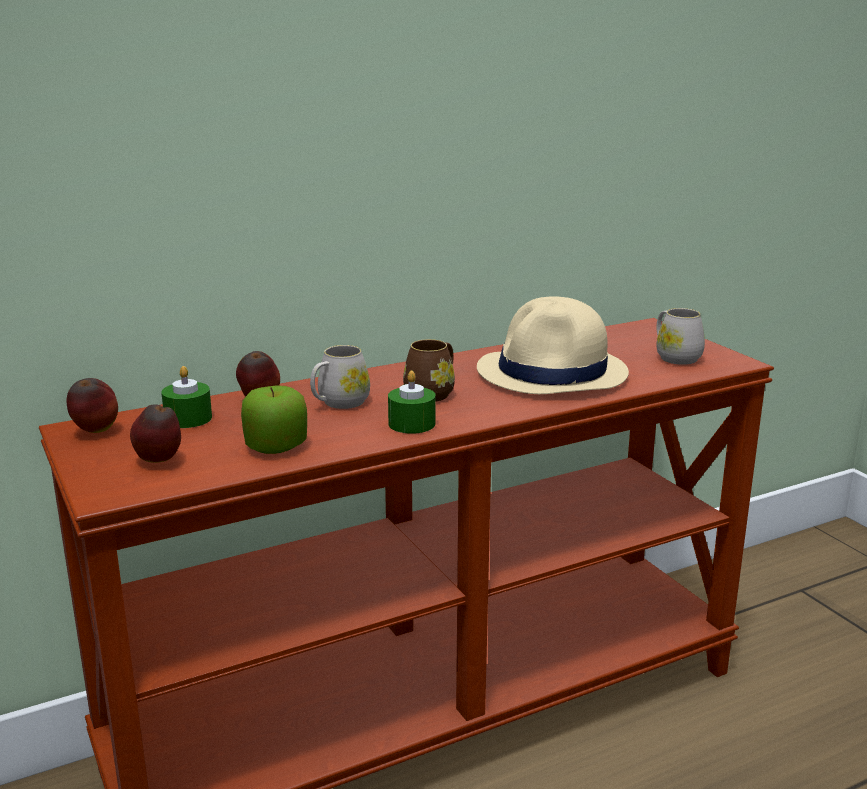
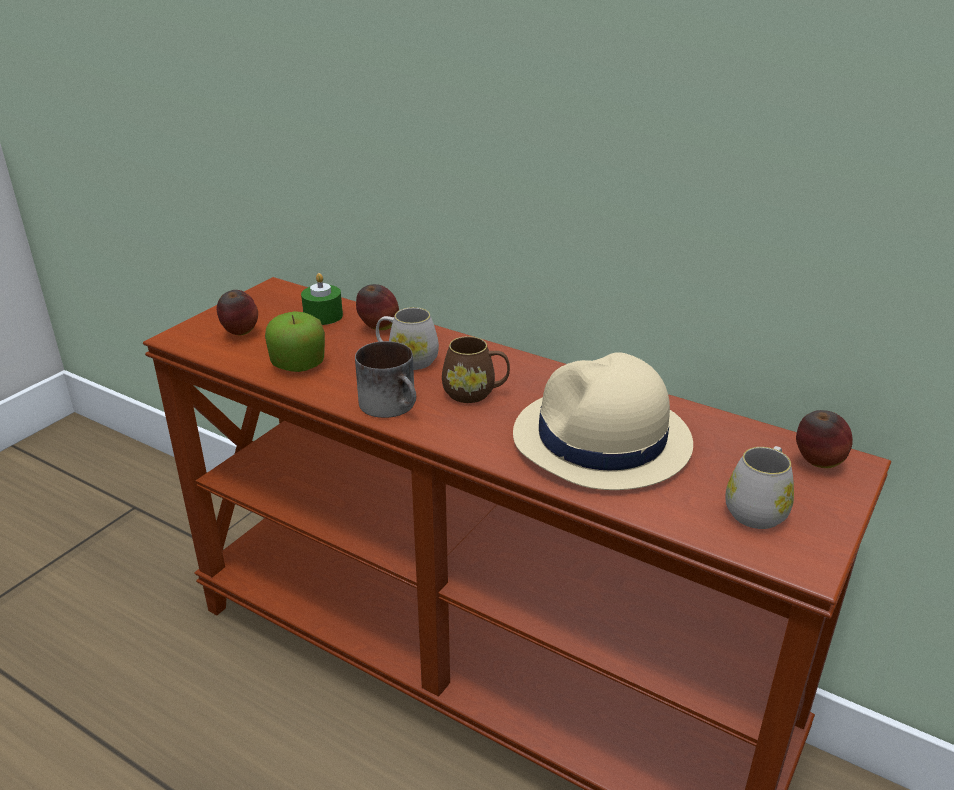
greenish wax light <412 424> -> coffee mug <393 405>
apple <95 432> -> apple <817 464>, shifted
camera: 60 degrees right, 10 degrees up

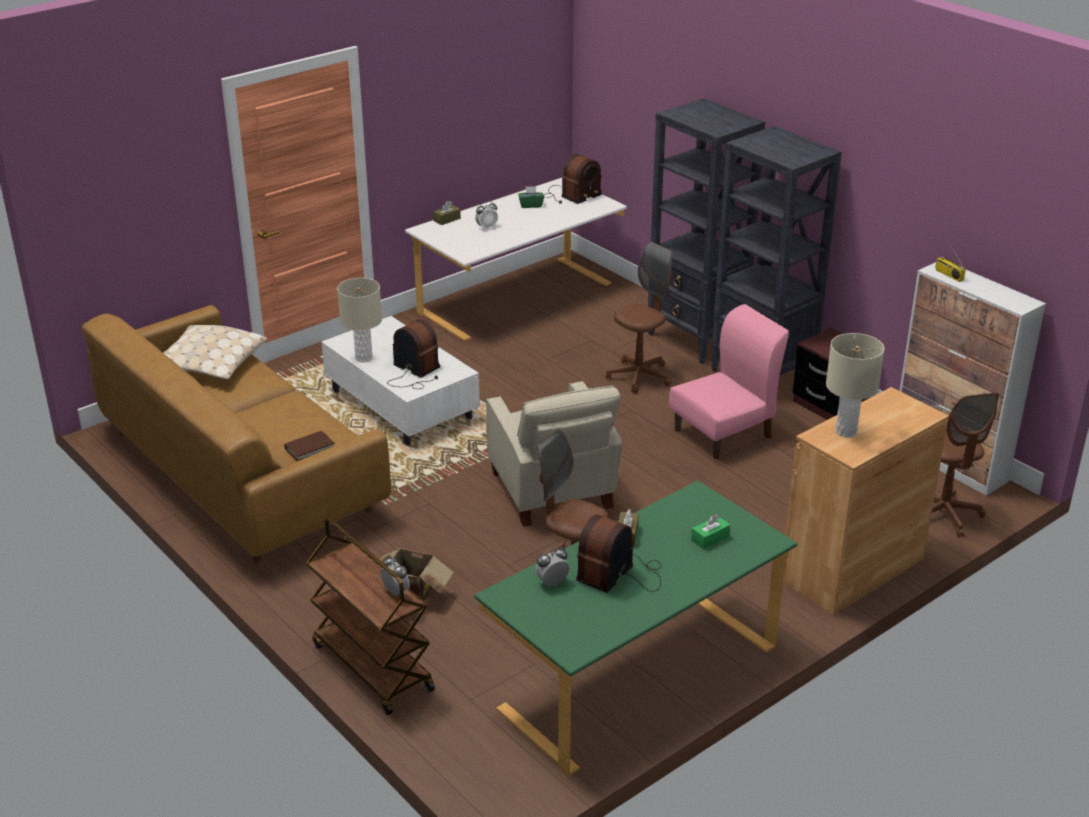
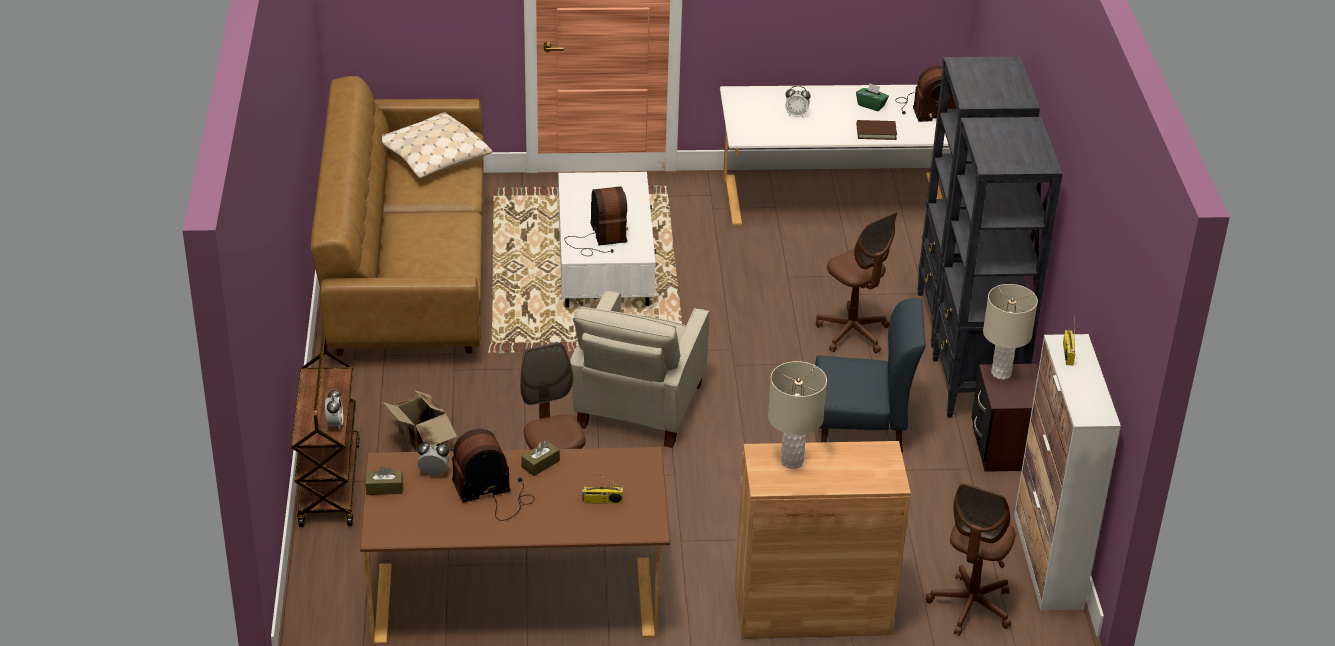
greenish desk unit <634 672> -> brown-coloured desk unit <516 595>
brown-coloured tissue holder <447 219> -> brown-coloured tissue holder <384 488>, shifted
greenish tissue holder <710 538> -> radio receiver <602 501>
pink-coloured plain chair <724 433> -> blue-coloured plain chair <861 427>
brown-coloured computer chair <639 376> -> brown-coloured computer chair <852 333>, 60 degrees clockwise
brown-coloured bound book <310 448> -> brown-coloured bound book <876 132>, shifted
beige-coloured lamp for a table <363 358> -> beige-coloured lamp for a table <1001 373>, shifted
camera: 35 degrees right, 5 degrees up

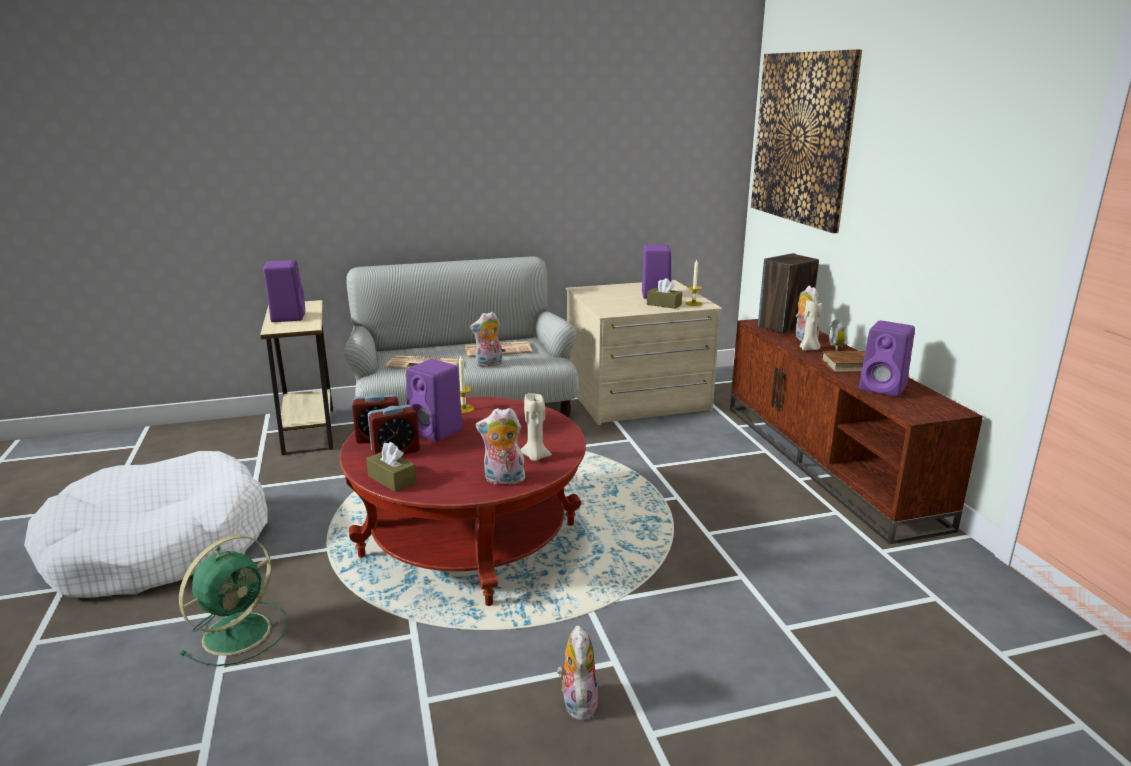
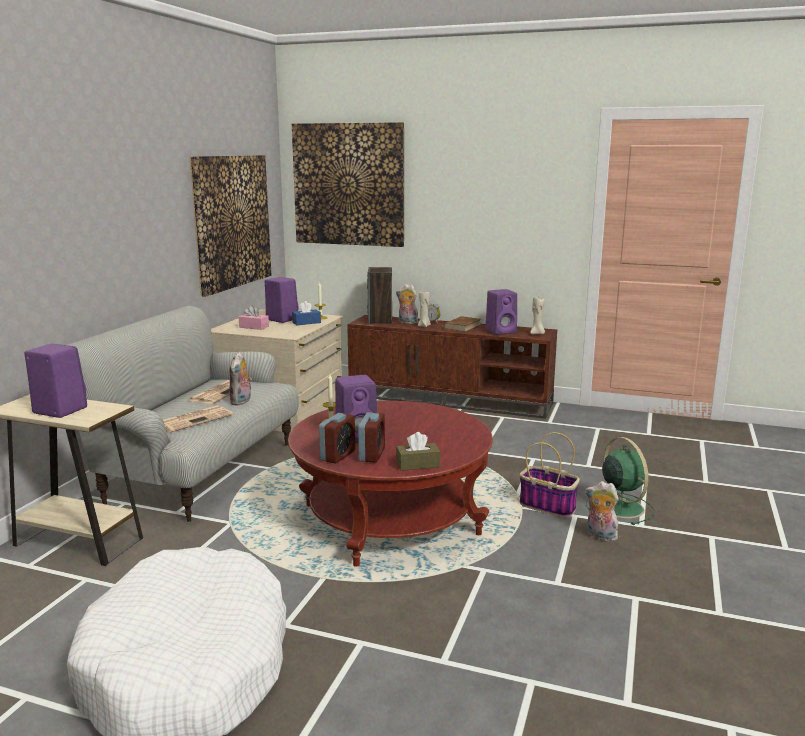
none -> picture <232 222>
none -> pink-coloured tissue holder <254 327>
brown-coloured tissue holder <664 304> -> blue-coloured tissue holder <306 322>
none -> household basket <548 506>
beige-coloured wax light <535 457> -> beige-coloured wax light <537 333>, shifted
greenish electric fan <239 632> -> greenish electric fan <620 507>, shifted
plush toy <503 480> -> none
camera: 55 degrees left, 5 degrees down

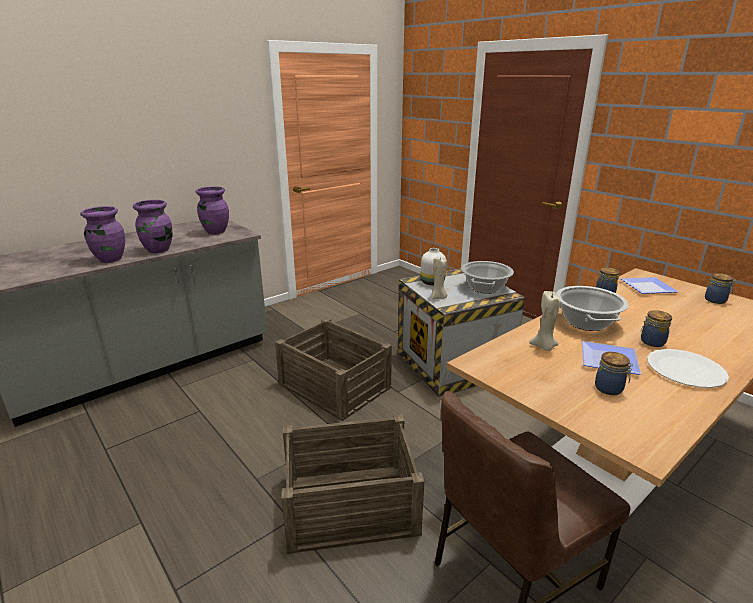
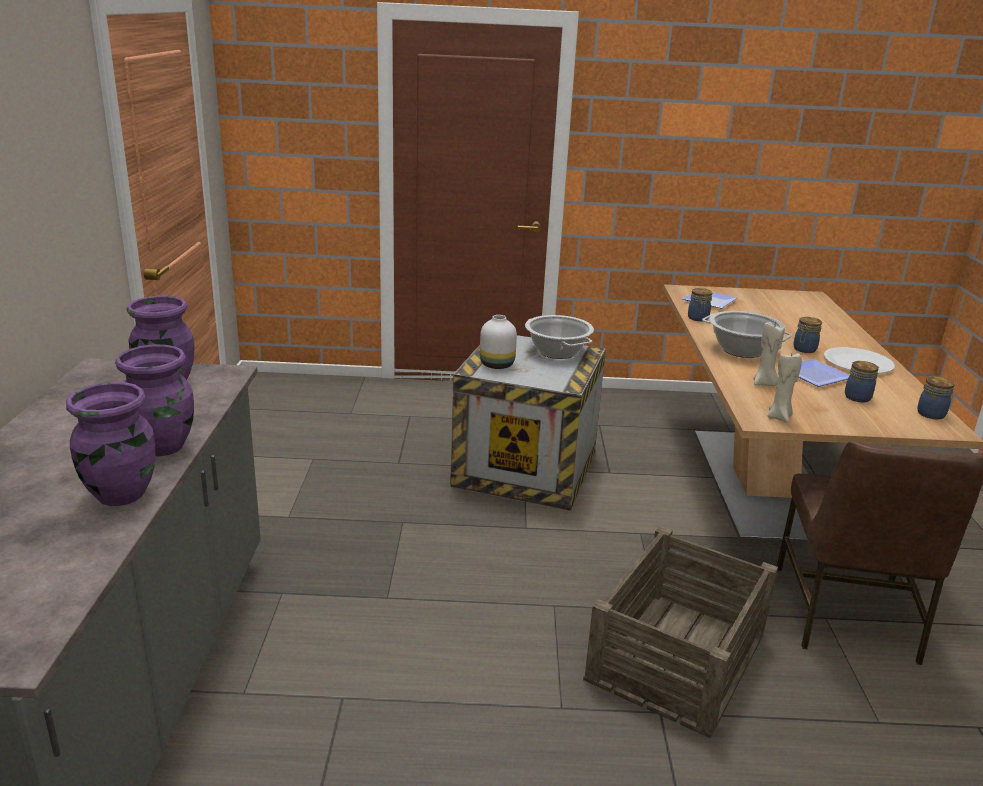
beige-coloured wax light <438 297> -> beige-coloured wax light <779 417>, shifted
preserve jar <716 300> -> preserve jar <932 414>, shifted
packing crate <334 386> -> none
camera: 50 degrees left, 0 degrees up

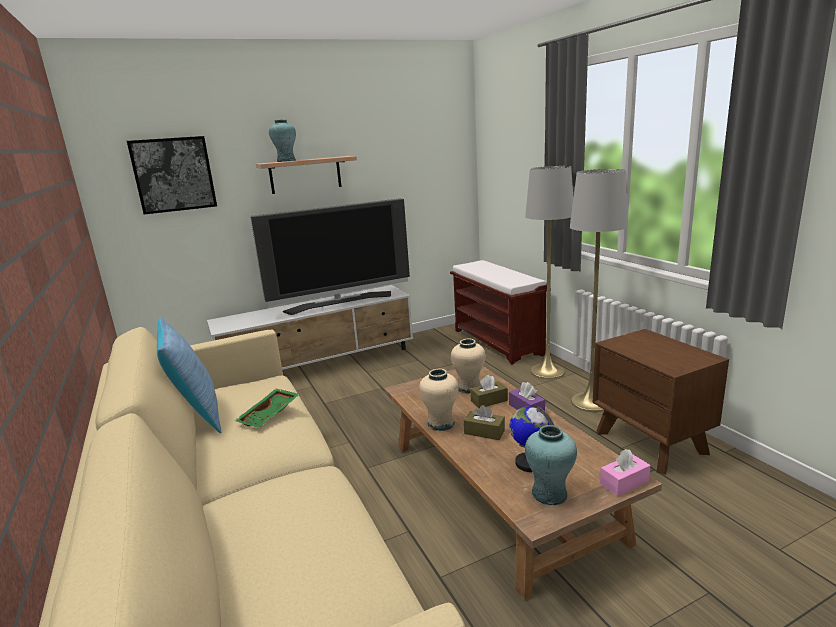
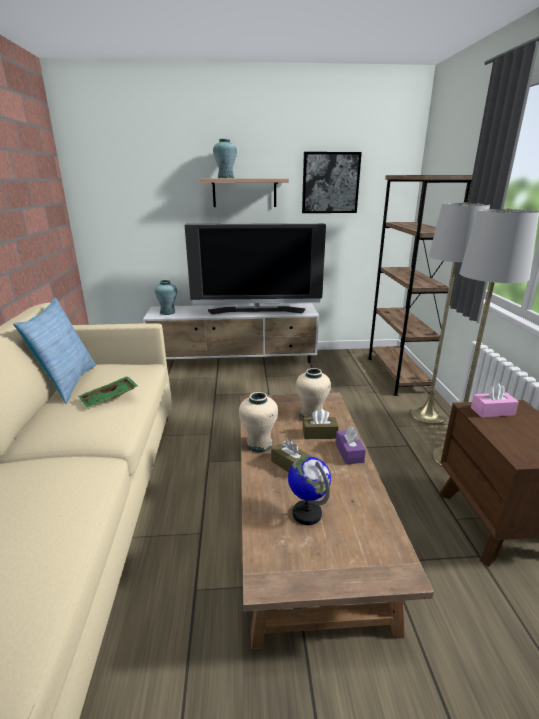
blue-green decorative vase <549 494> -> blue-green decorative vase <167 312>, shifted
picture <173 174> -> picture <330 183>, shifted
brown-coloured bench <498 342> -> brown-coloured bookcase <397 374>
pink-coloured tissue holder <624 482> -> pink-coloured tissue holder <492 411>, shifted
camera: 20 degrees right, 5 degrees up

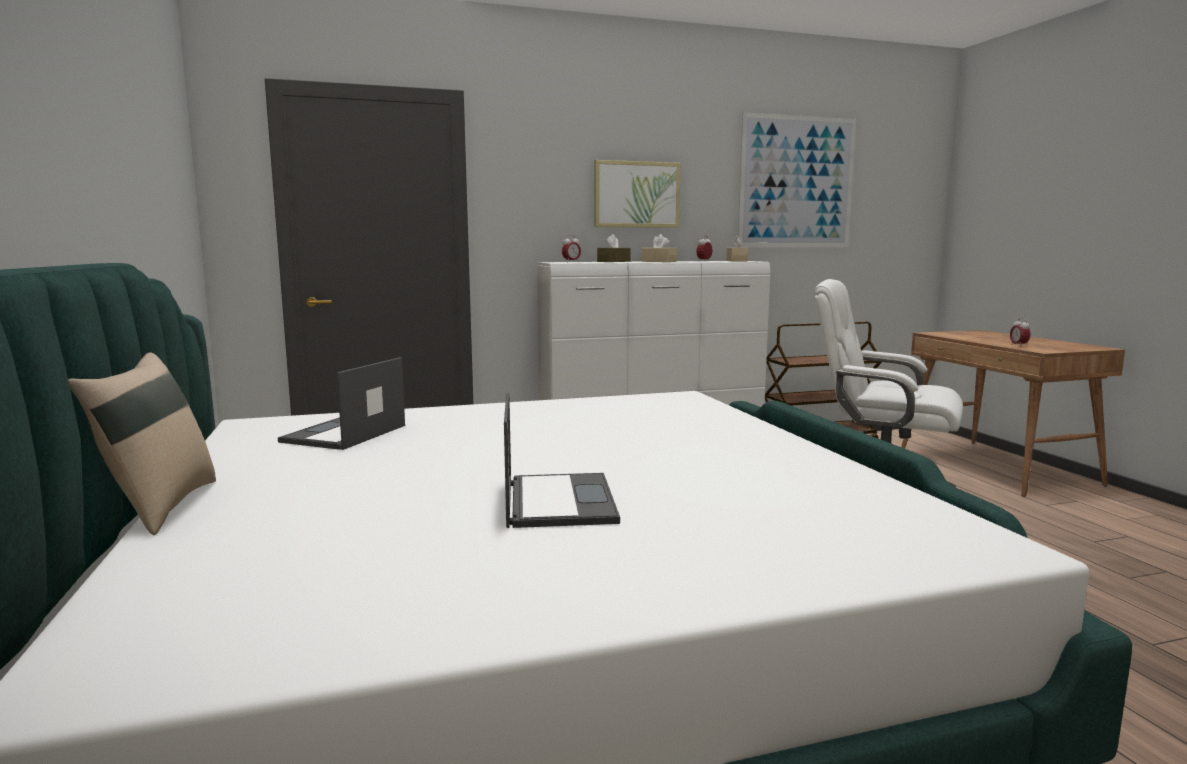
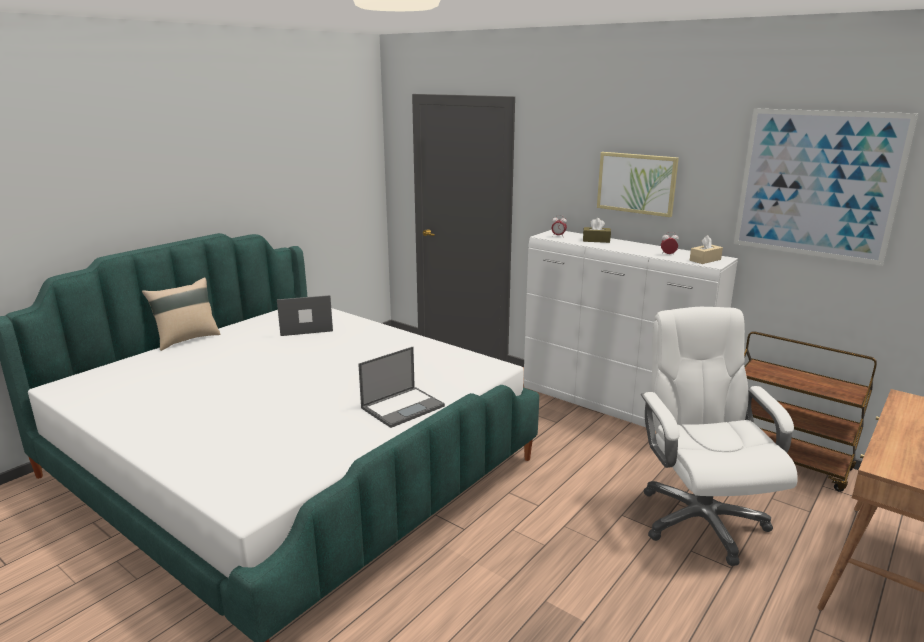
laptop <558 500> -> laptop <403 407>, shifted
beige-coloured tissue holder <659 261> -> none
alarm clock <1018 345> -> none
camera: 55 degrees right, 10 degrees up

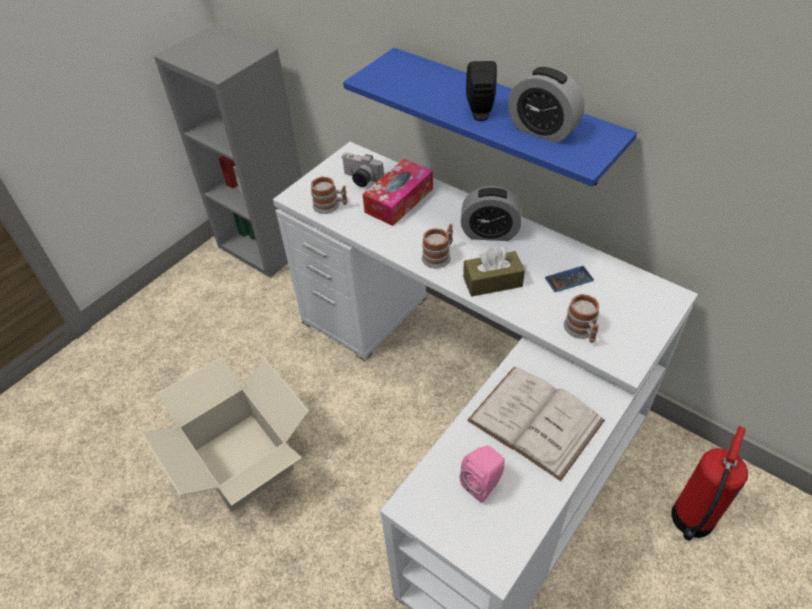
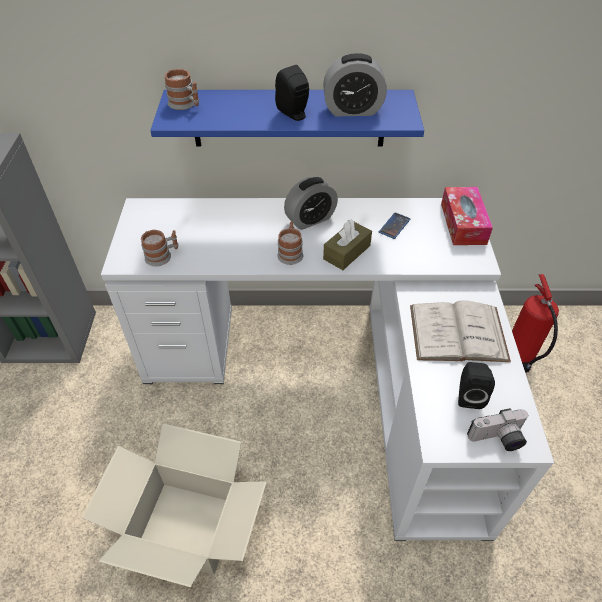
coffee mug <582 331> -> coffee mug <185 105>, shifted
tissue holder <399 200> -> tissue holder <463 223>, shifted
pink-coloured audio speaker <483 483> -> black audio speaker <469 395>
still camera <361 180> -> still camera <497 439>, shifted
camera: 40 degrees left, 0 degrees up

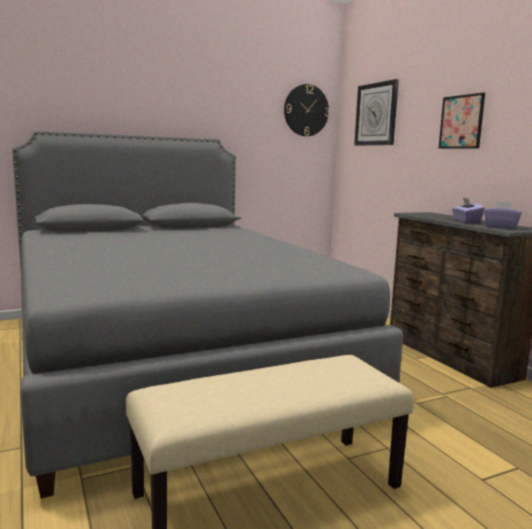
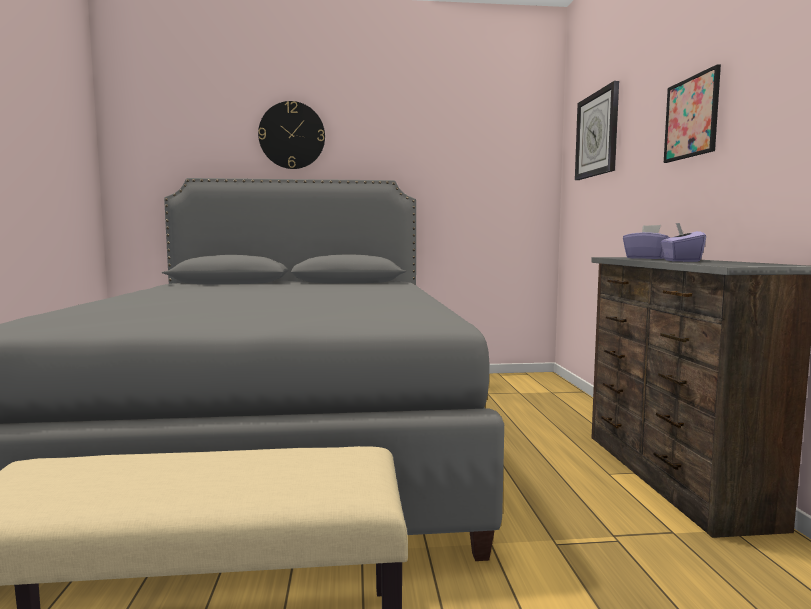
wall clock <306 110> -> wall clock <292 135>, shifted
purple-coloured tissue holder <501 227> -> purple-coloured tissue holder <648 258>, shifted
camera: 20 degrees right, 5 degrees down

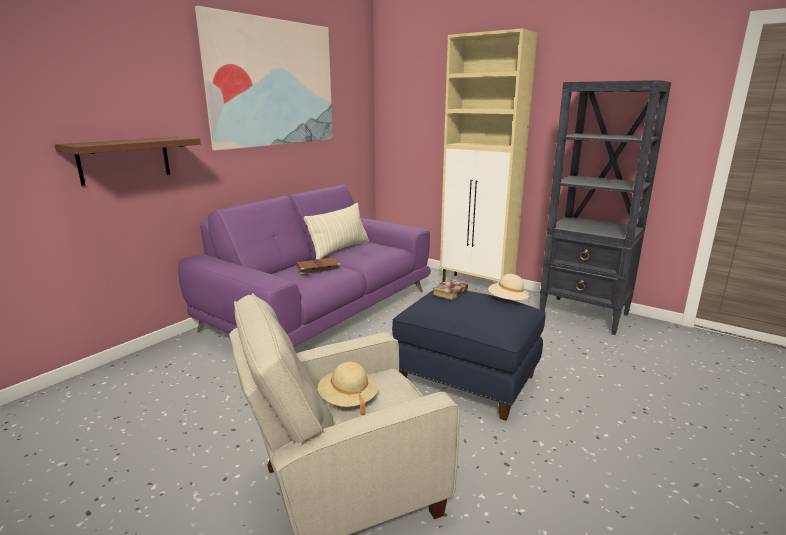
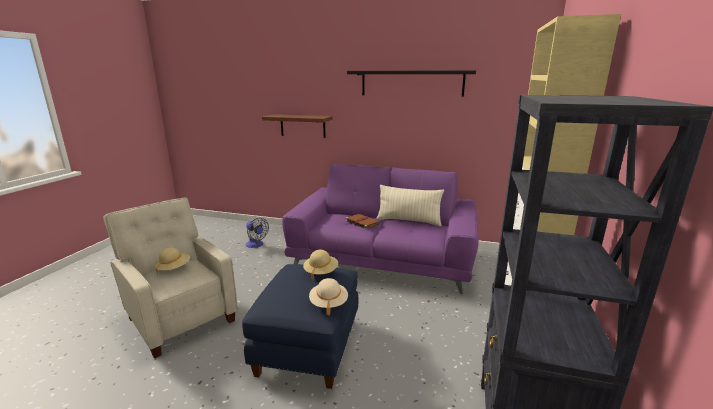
none -> electric fan <256 245>
bound book <450 294> -> beige-coloured hat <321 272>
picture <273 83> -> black shelf <411 83>
camera: 70 degrees right, 0 degrees up

